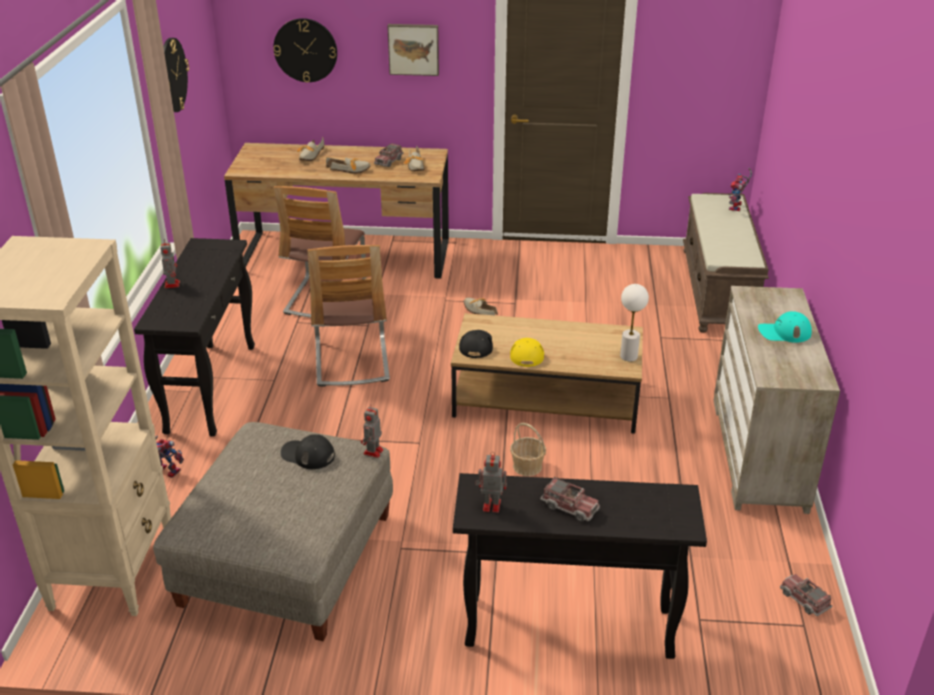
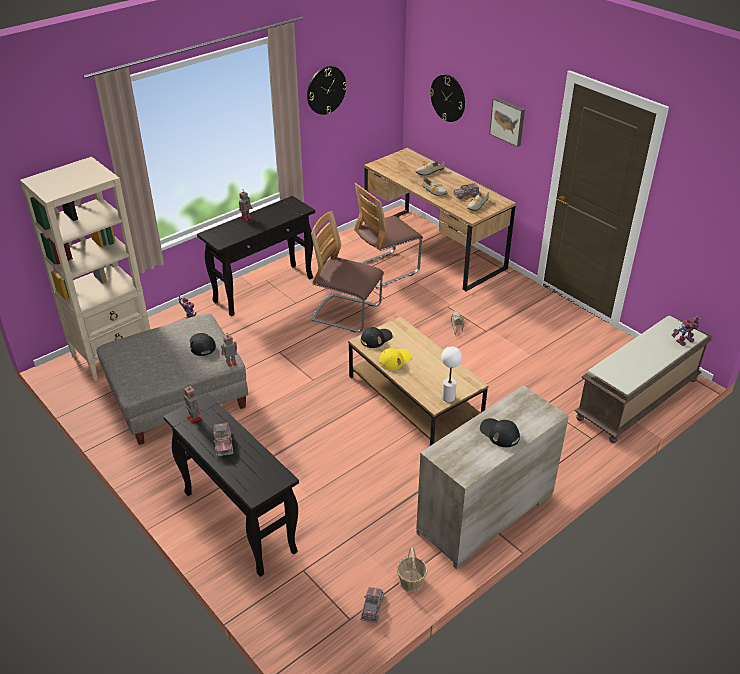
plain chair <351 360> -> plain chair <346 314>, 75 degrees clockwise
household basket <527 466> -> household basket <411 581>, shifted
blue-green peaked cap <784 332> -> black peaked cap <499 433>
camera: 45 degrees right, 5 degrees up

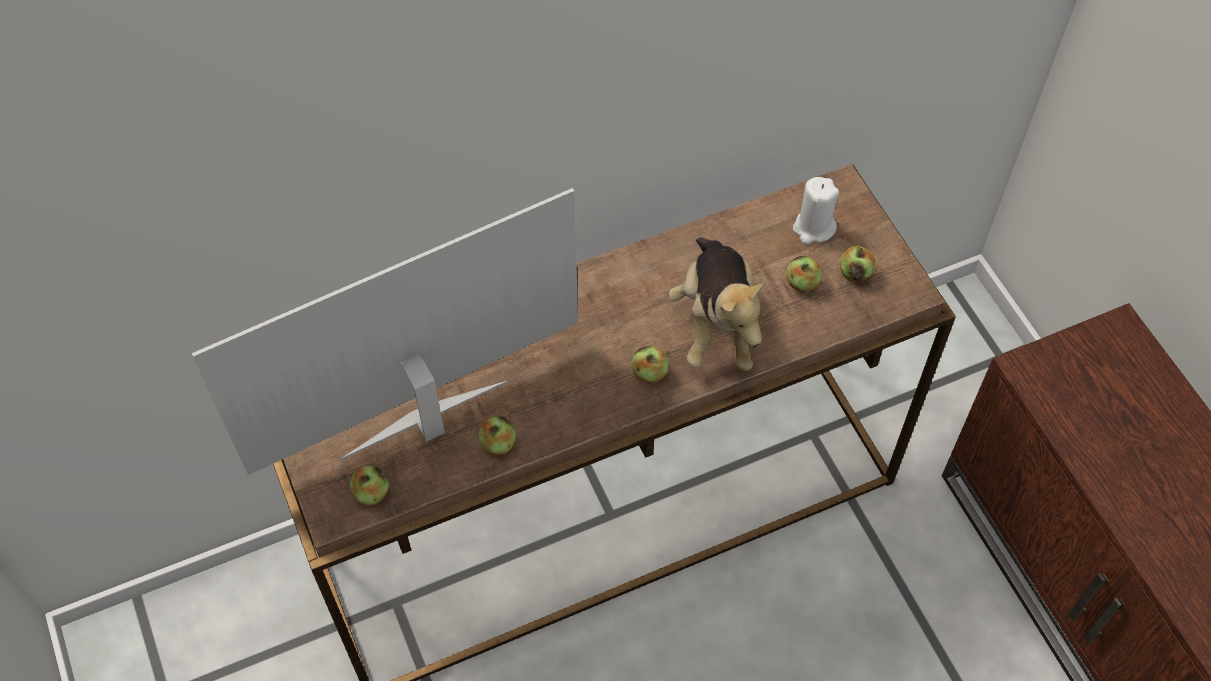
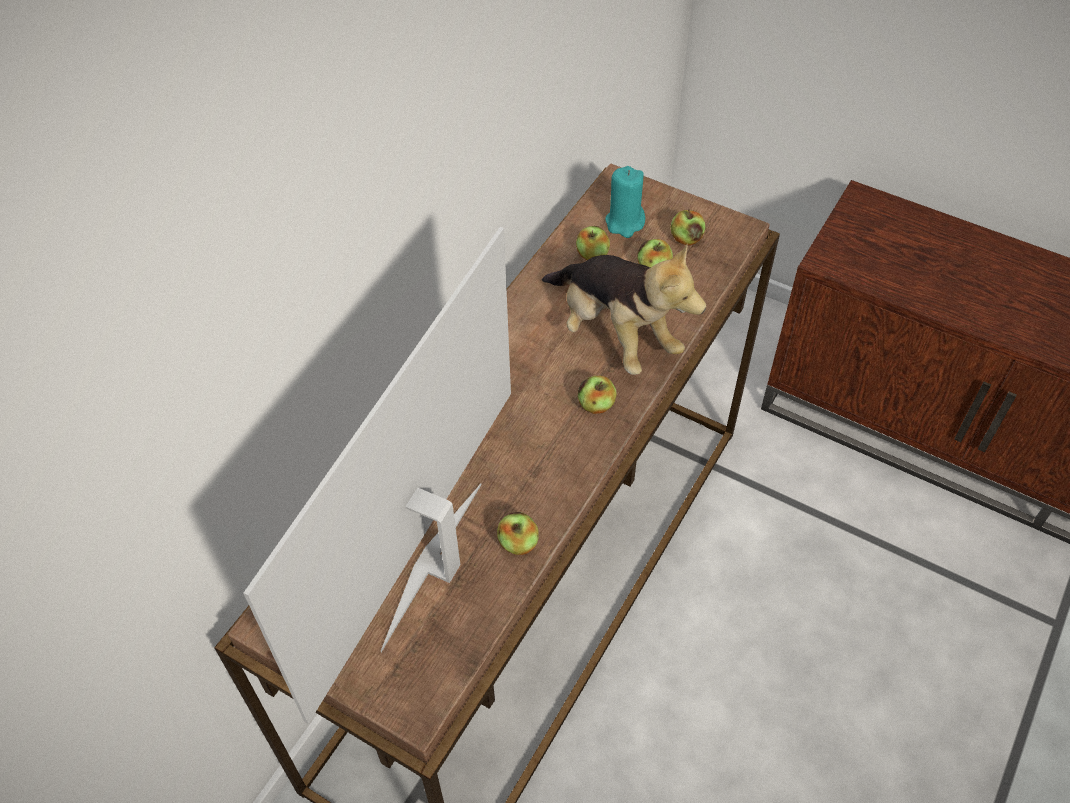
apple <371 493> -> apple <592 255>, shifted
white-coloured wax light <813 228> -> blue-green wax light <625 223>
camera: 35 degrees left, 5 degrees down

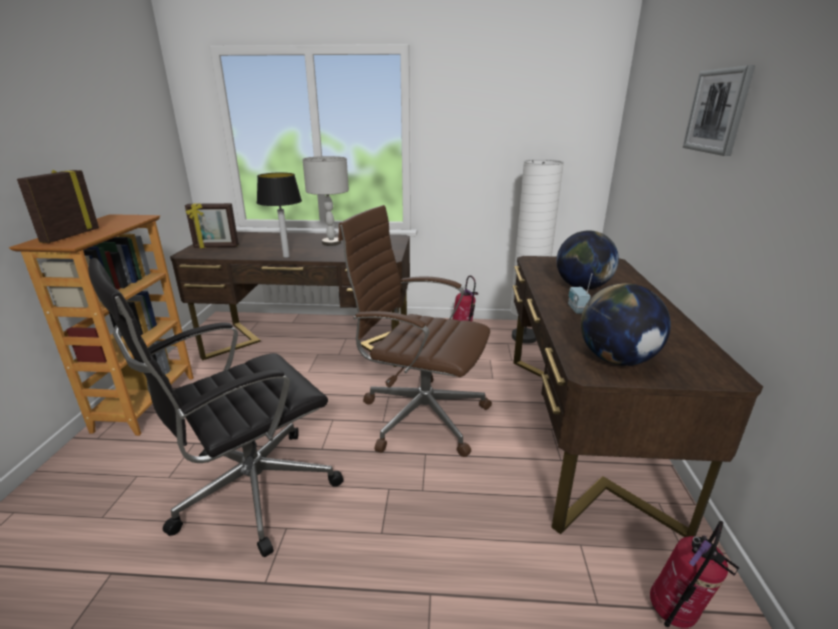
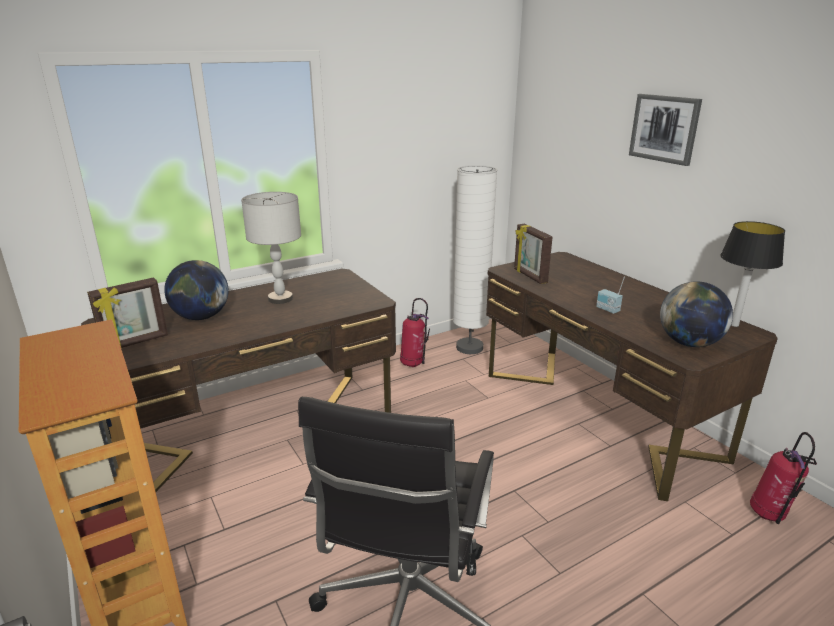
desk globe <582 287> -> desk globe <201 317>, shifted
photo frame <70 236> -> photo frame <529 276>, shifted
lamp for a table <286 256> -> lamp for a table <733 325>, shifted
brown-coloured computer chair <420 415> -> none
camera: 35 degrees left, 0 degrees up

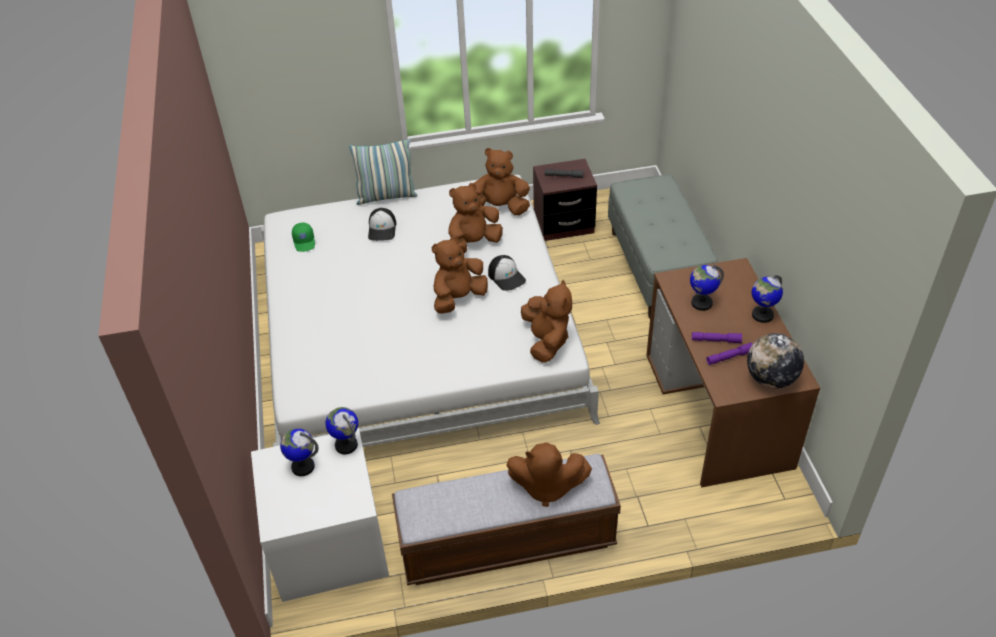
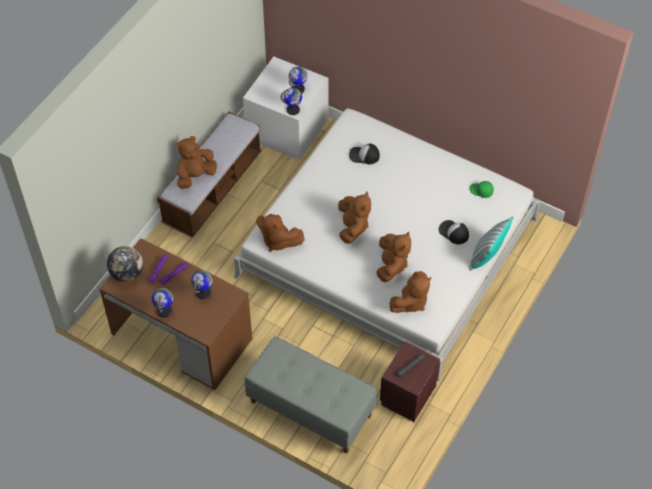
peaked cap <506 276> -> peaked cap <364 155>, shifted
camera: 130 degrees right, 10 degrees up

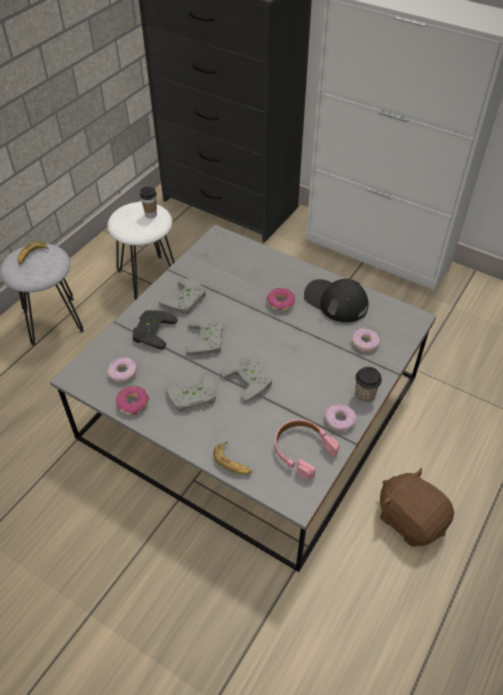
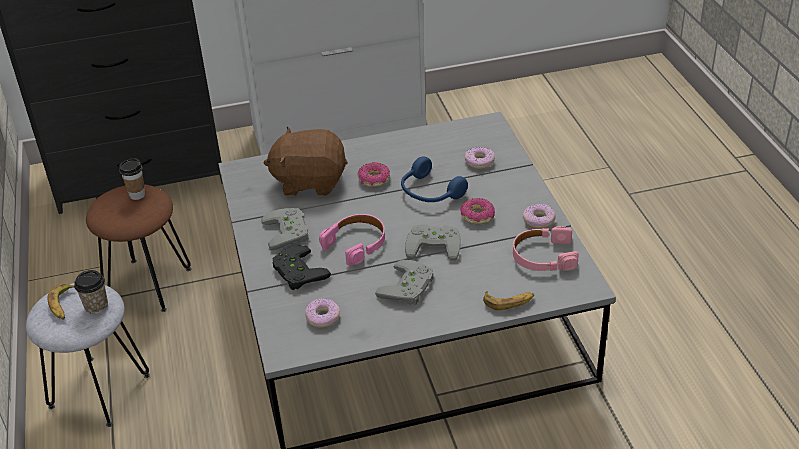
small cup <365 395> -> small cup <96 306>, shifted
white-coloured stool <149 277> -> brown-coloured stool <148 284>
brown-coloured plush toy <410 519> -> brown-coloured plush toy <310 181>, shifted
grey joypad <208 339> -> pink-coloured headphones <356 243>
none -> blue-coloured headphones <429 193>
ring doughnut <133 403> -> ring doughnut <477 216>, shifted
black peaked cap <335 301> -> none
camera: 45 degrees left, 10 degrees down

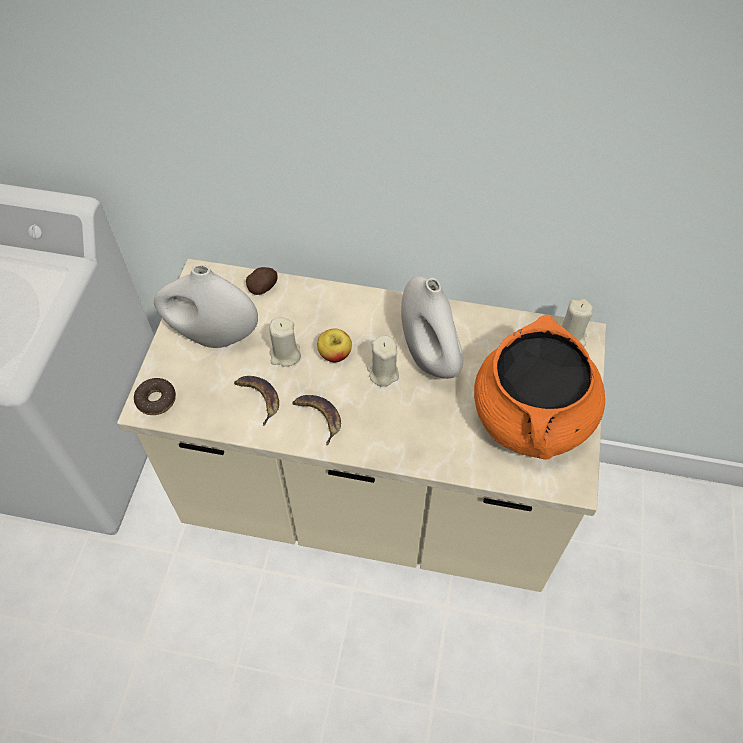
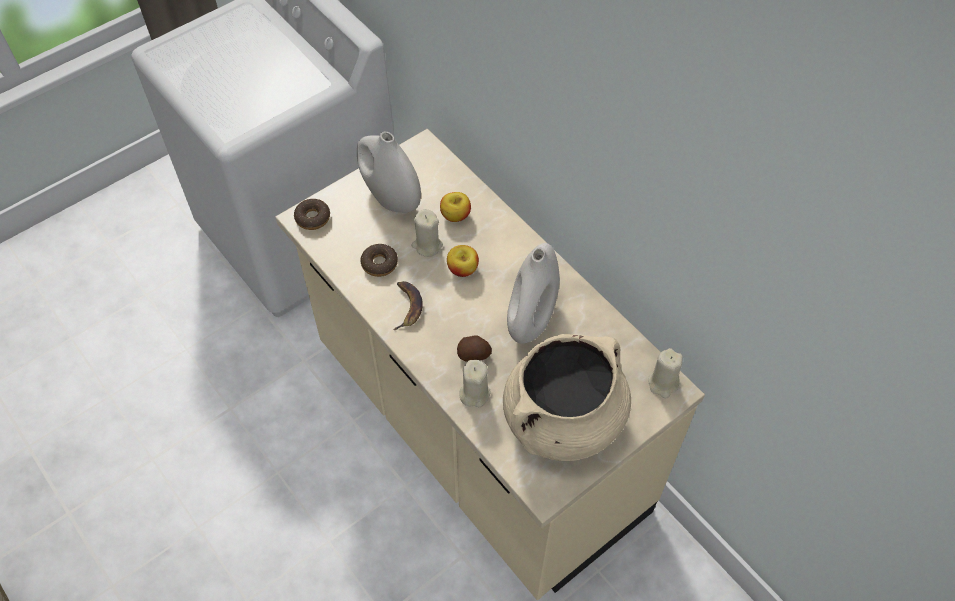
whole banana <258 398> -> ring doughnut <379 263>
none -> apple <455 215>
potato <263 287> -> potato <474 355>, shifted
beige-coloured wax light <383 373> -> beige-coloured wax light <474 393>, shifted
orange-coloured stockpot <531 417> -> beige-coloured stockpot <562 420>
camera: 40 degrees right, 0 degrees up

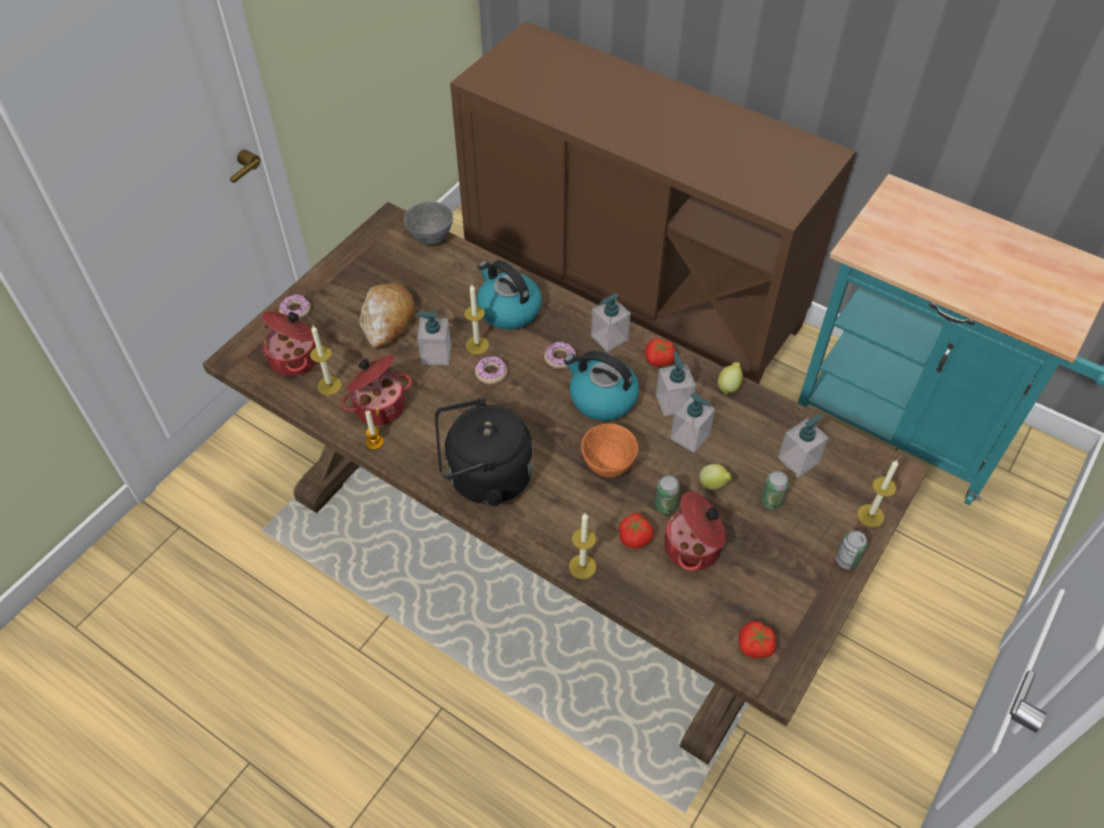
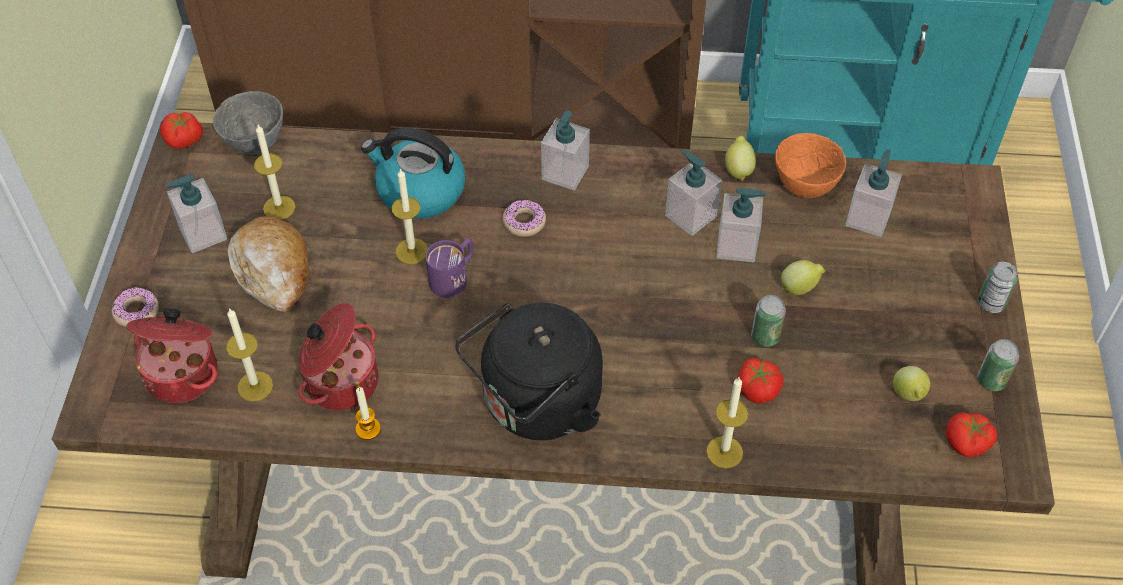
fresh tomato <659 359> -> fresh tomato <184 140>, shifted
liquid soap bottle <436 354> -> liquid soap bottle <203 234>, shifted
wax light <870 515> -> wax light <279 208>, shifted
ring doughnut <491 373> -> purple-coloured coffee mug <454 277>
orange-coloured bowl <607 466> -> orange-coloured bowl <803 187>, shifted
none -> whole lemon <908 395>
can <771 501> -> can <991 380>, shifted
kettle <601 398> -> none
stockpot <694 548> -> none
camera: 30 degrees left, 0 degrees up

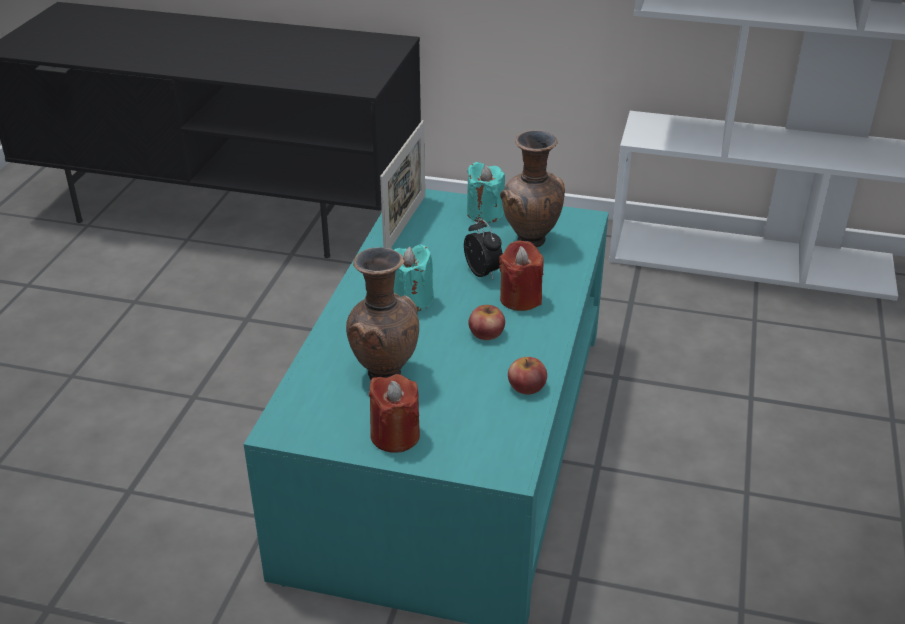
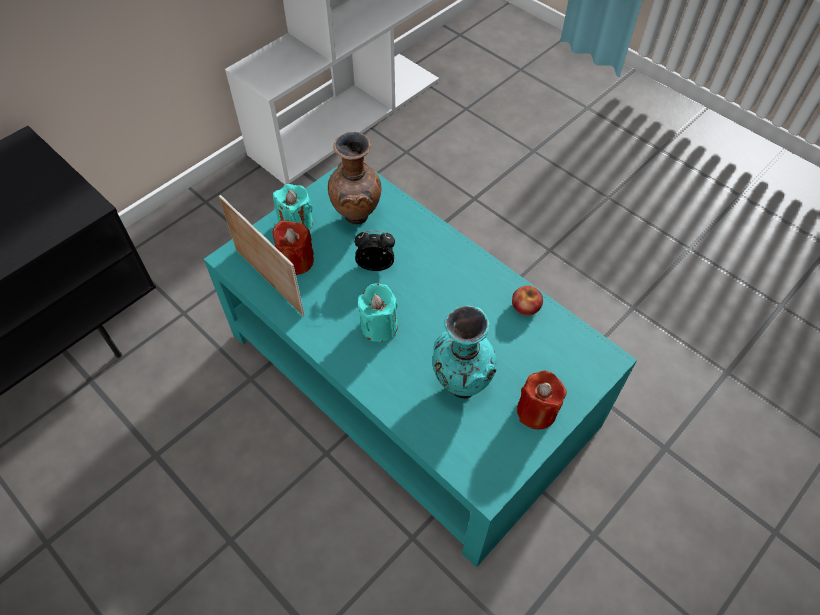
red-coloured wax light <520 299> -> red-coloured wax light <296 261>, shifted
brown-coloured decorative vase <383 373> -> blue-green decorative vase <460 386>
apple <486 333> -> none
camera: 60 degrees left, 20 degrees up

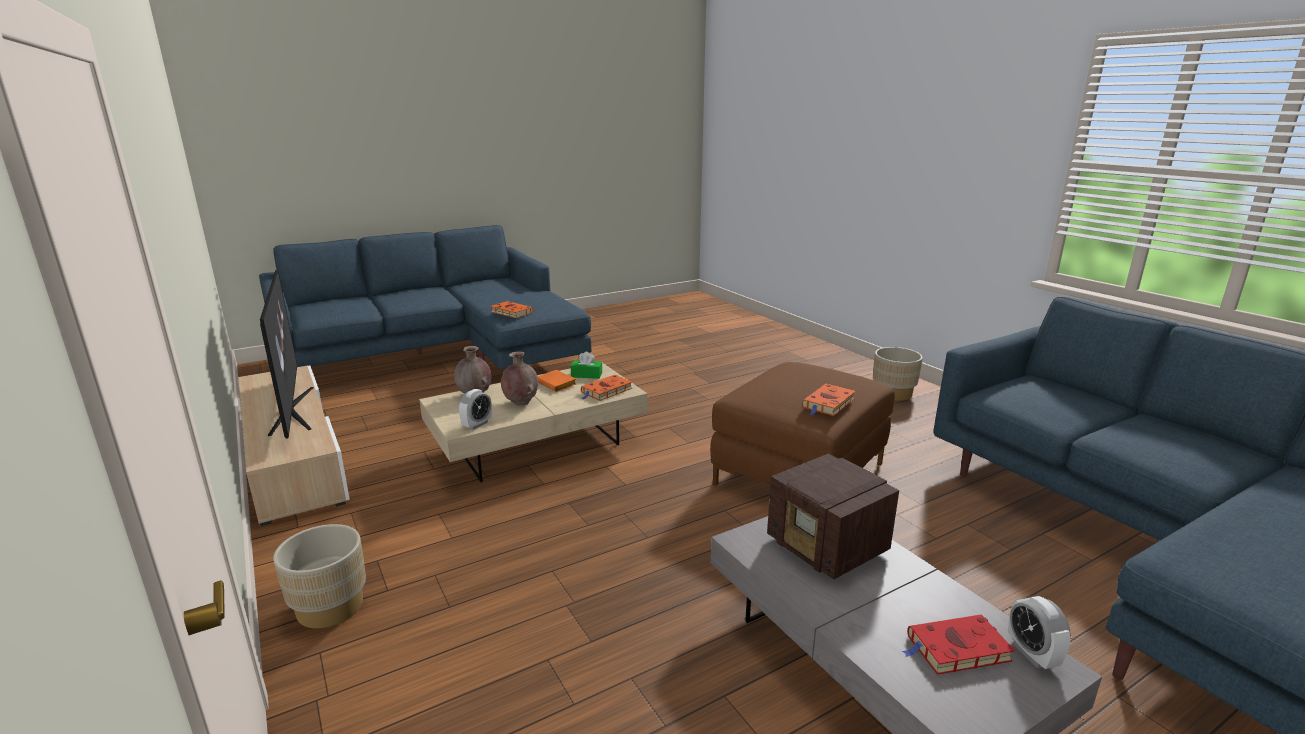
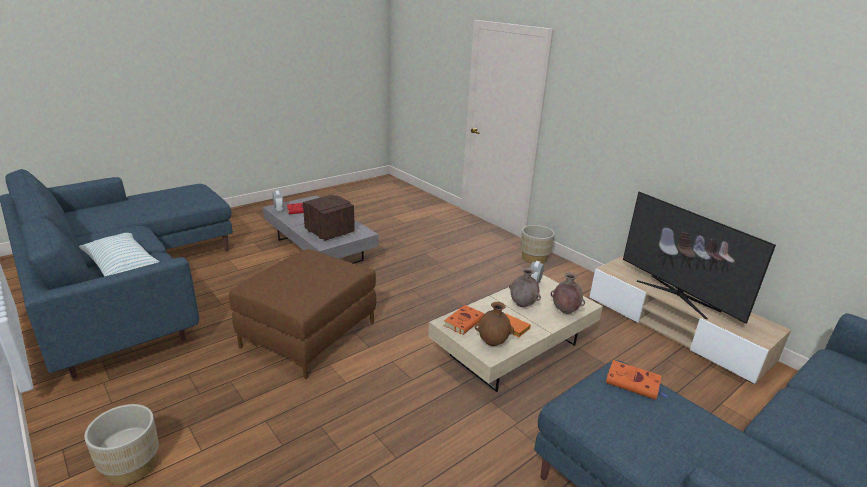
none -> cushion <122 267>
greenish tissue holder <586 375> -> brown-coloured decorative vase <492 343>
orange-coloured bound book <828 404> -> none
camera: 170 degrees right, 5 degrees up

